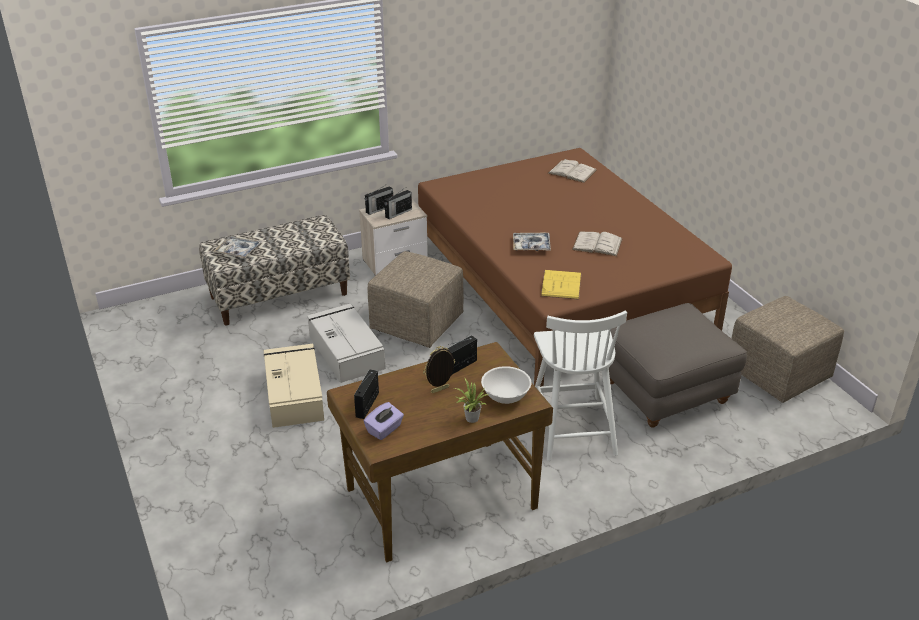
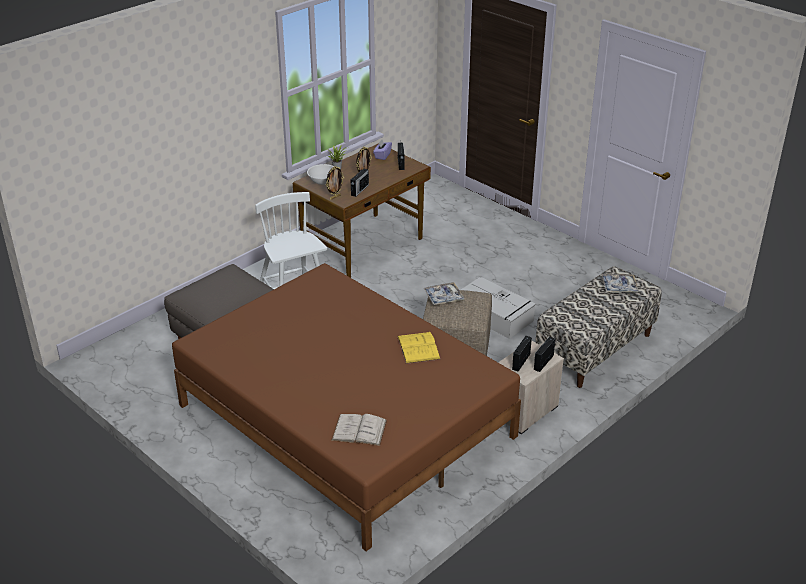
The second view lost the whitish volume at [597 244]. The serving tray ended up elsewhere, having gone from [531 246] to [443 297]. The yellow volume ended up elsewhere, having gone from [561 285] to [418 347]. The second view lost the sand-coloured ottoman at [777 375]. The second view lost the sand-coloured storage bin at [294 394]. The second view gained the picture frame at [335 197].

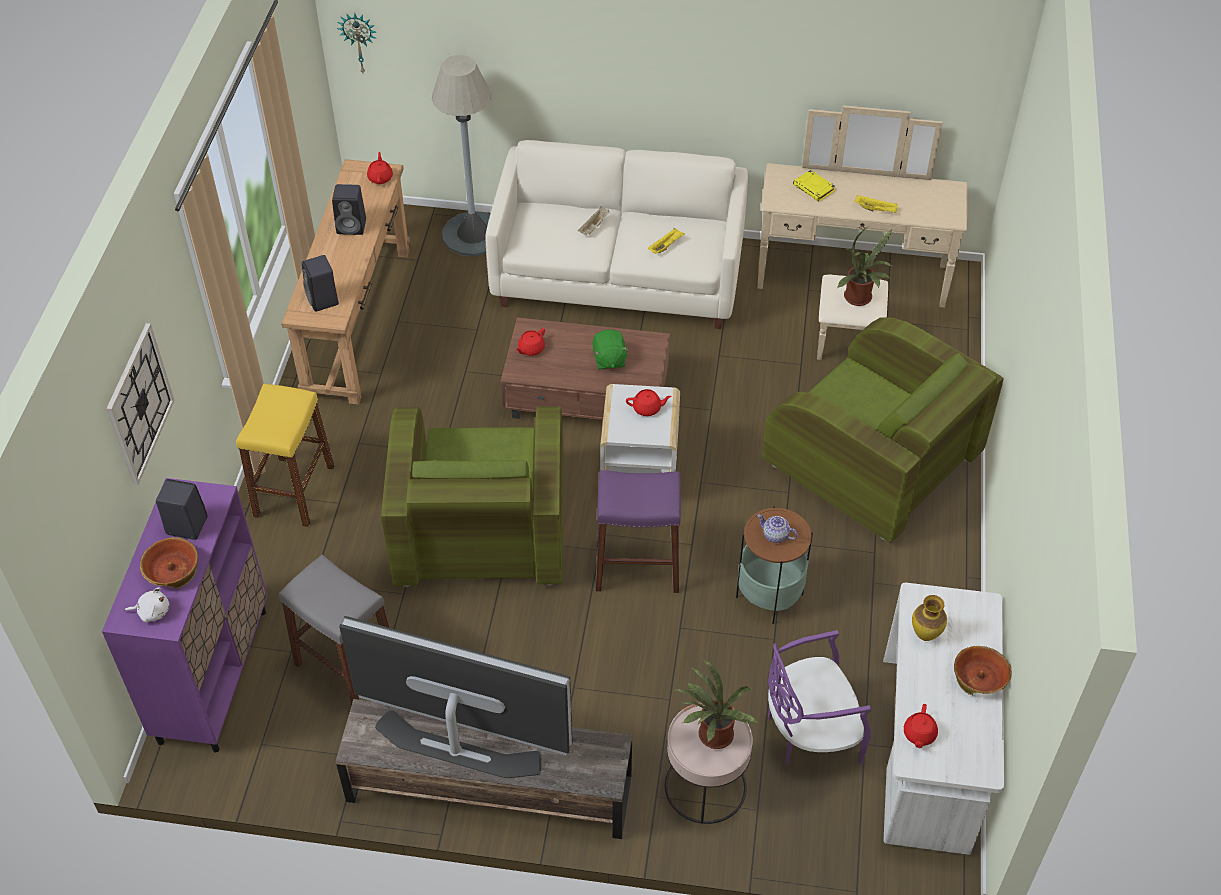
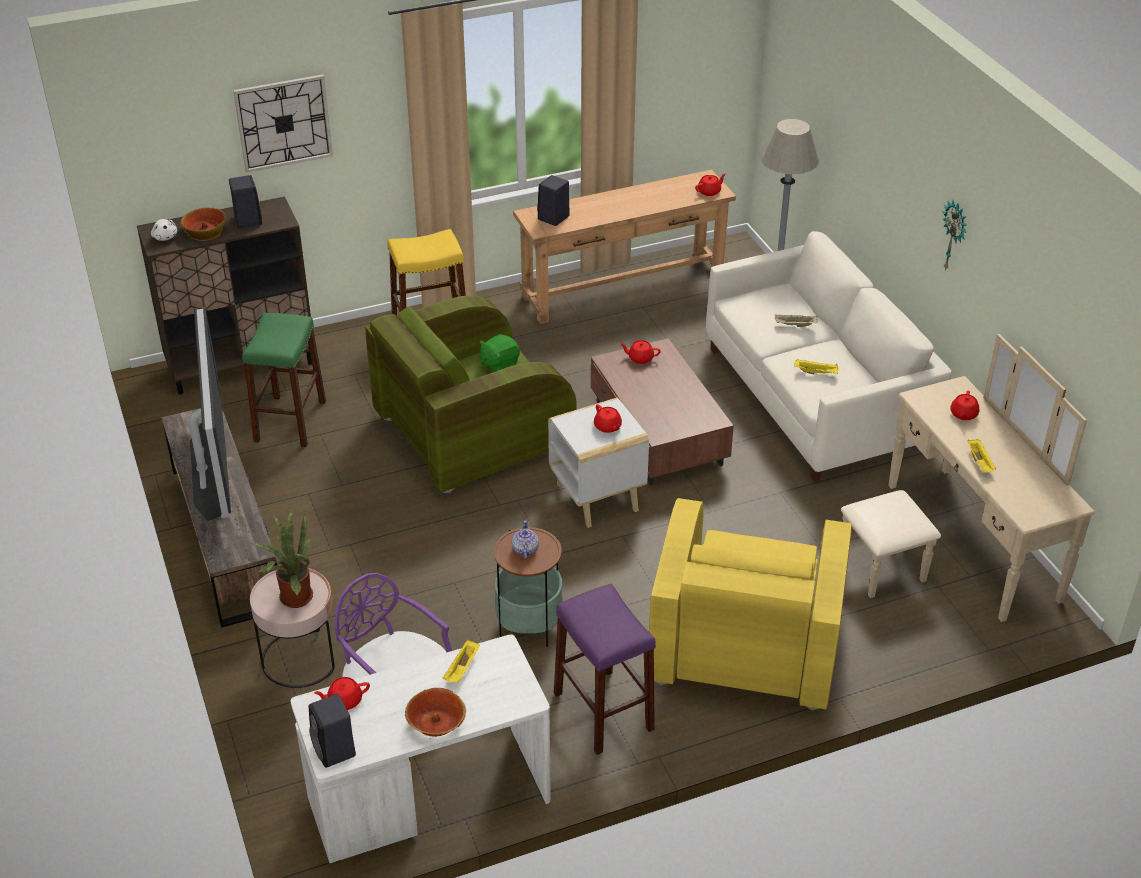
The hanging clock ended up elsewhere, having gone from [359 42] to [954 236]. Where the yellow volume stood at [814 188], the red-coloured pot for tea came to stand at [963 414]. The black speaker ended up elsewhere, having gone from [352 226] to [335 751]. The second view lost the houseplant at [860 299]. What was the green-coloured armchair at [873 462] turned into the yellow armchair at [745 639]. The green-coloured soft toy ended up elsewhere, having gone from [609 359] to [499 363]. The purplish stool ended up elsewhere, having gone from [637 567] to [603 711]. What was the purplish cupboard at [213 674] turned into the brown-coloured cupboard at [242 364]. What was the greyish stool at [347 666] turned into the green-coloured stool at [290 421]. Where the vase stood at [925 634], the yellow serving tray came to stand at [462 669].

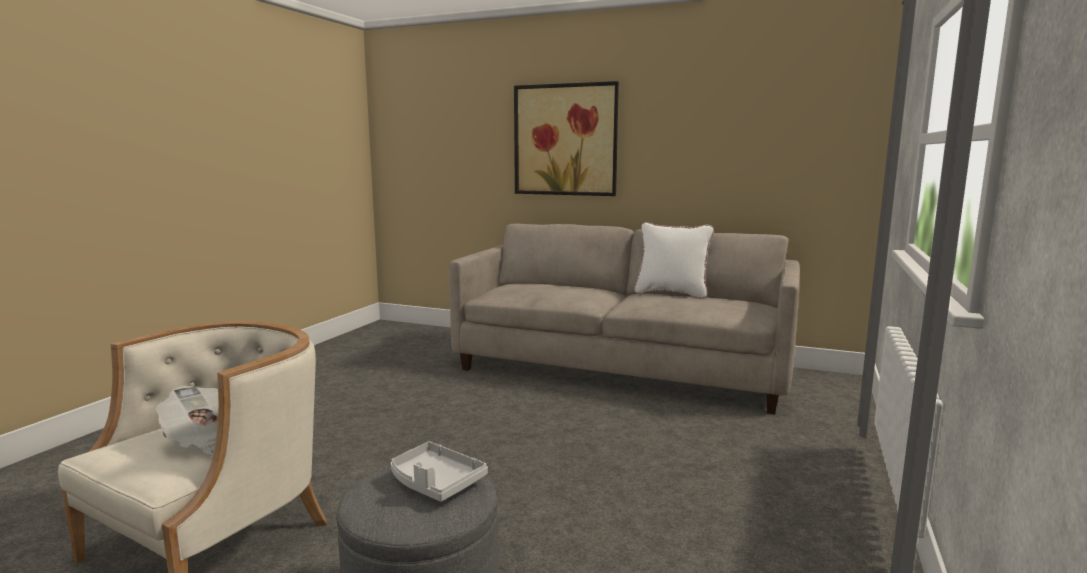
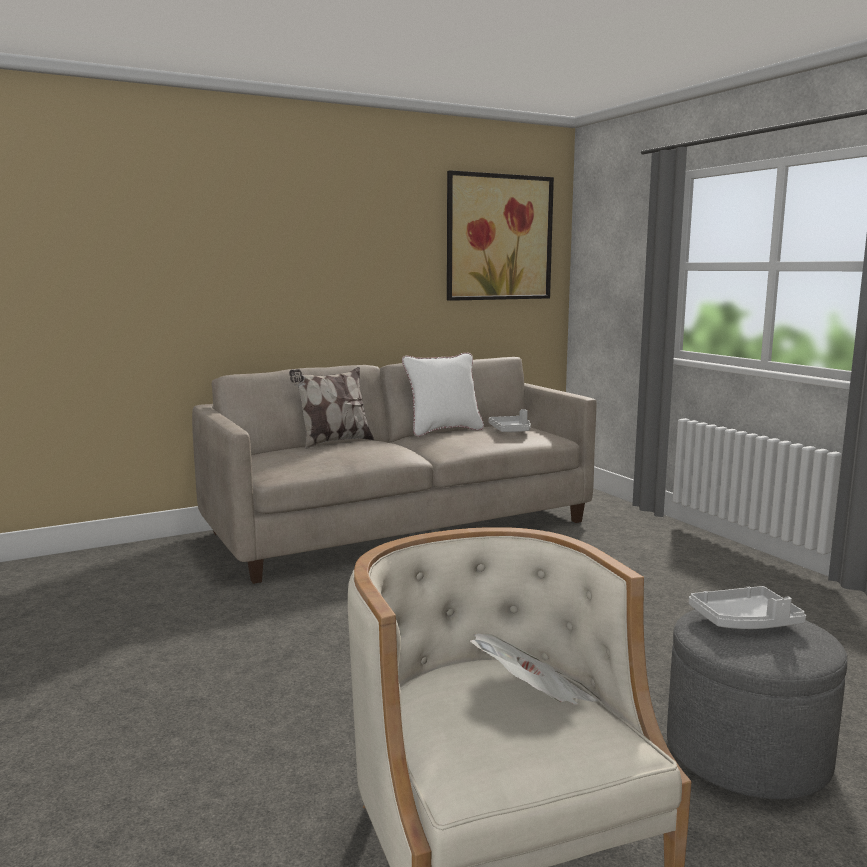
The wall art ended up elsewhere, having gone from [565 140] to [499 237]. The second view gained the pillow at [333 442]. The second view gained the greyish serving tray at [511 431].

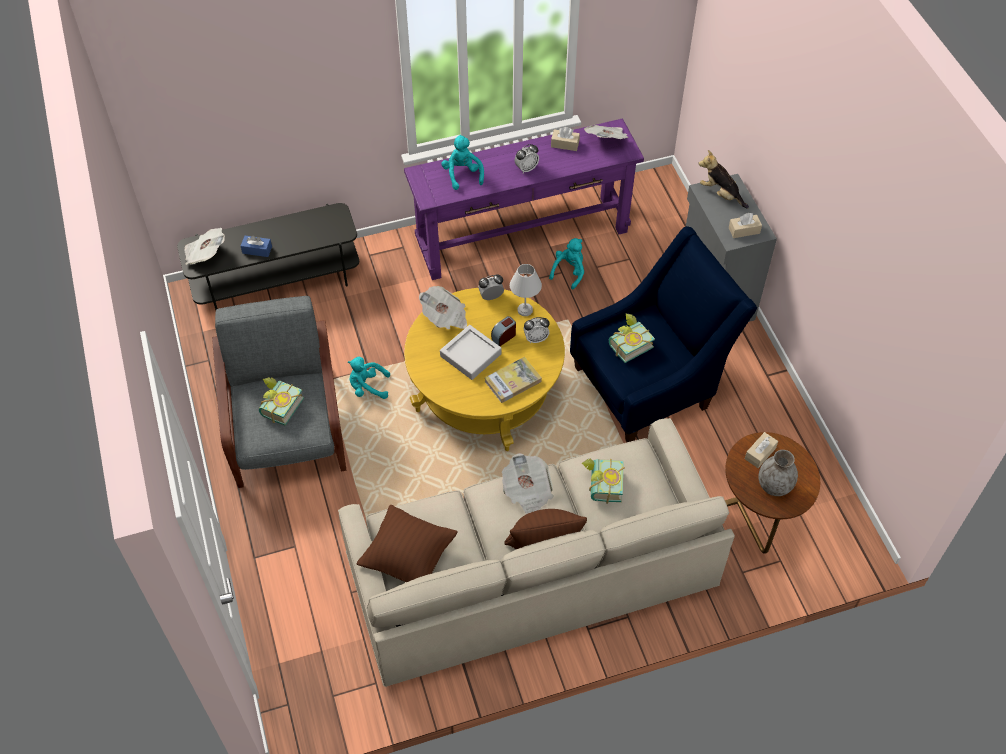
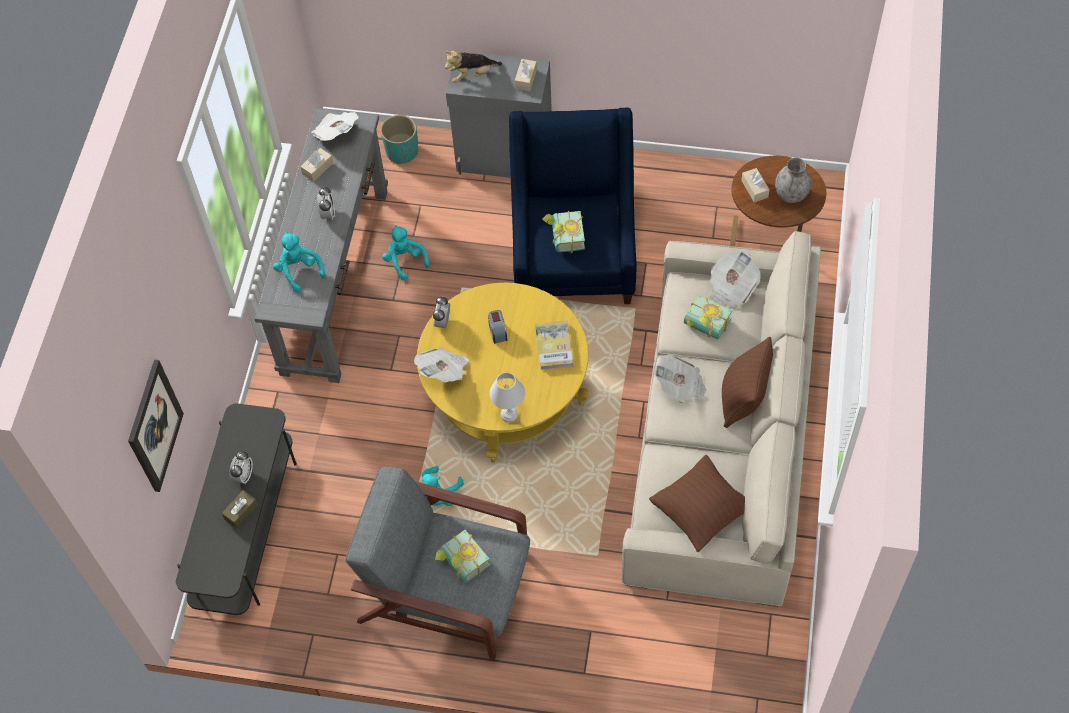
What was the purplish narrow table at [523 237] turned into the greyish narrow table at [335 280]. The blue-green soft toy at [462 174] ended up facing another way, 45 degrees clockwise from before. The daily paper ended up elsewhere, having gone from [205 254] to [731 288]. What was the blue tissue box at [257 250] turned into the brown-coloured tissue box at [241 512]. The whitish tabletop lamp ended up elsewhere, having gone from [525 310] to [510 414]. The alarm clock ended up elsewhere, having gone from [536 338] to [243 476]. The second view lost the greyish serving tray at [470 355]. The second view gained the blue-green planter at [402 151]. The second view gained the wall art at [154 426].

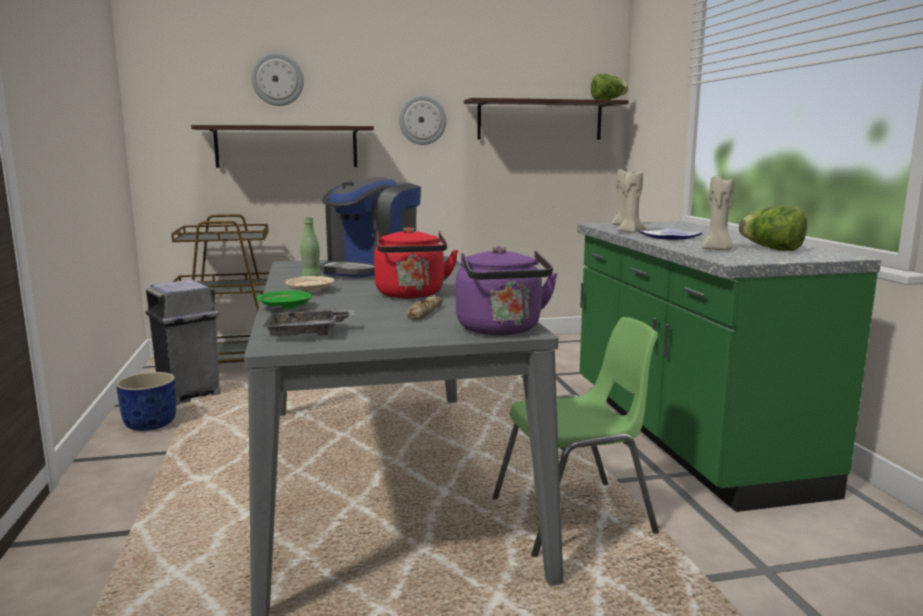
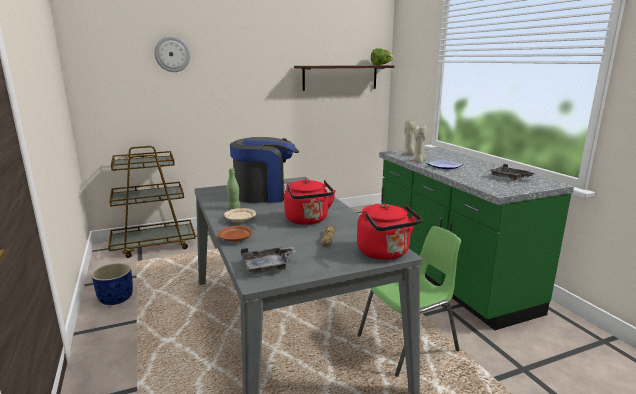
The second view lost the hanging clock at [422 120]. The second view lost the wall shelf at [287 147]. The second view lost the sand-coloured wax candle at [717 250]. The coffee machine at [372 270] ended up facing another way, 120 degrees counterclockwise from before. Where the lettuce head stood at [772 249], the greyish serving tray came to stand at [510 178]. What was the purplish water kettle at [501 330] turned into the red-coloured water kettle at [385 253]. The second view lost the greyish trash can at [189 394]. What was the green-coloured plate at [284 307] turned into the brown-coloured plate at [235 239].

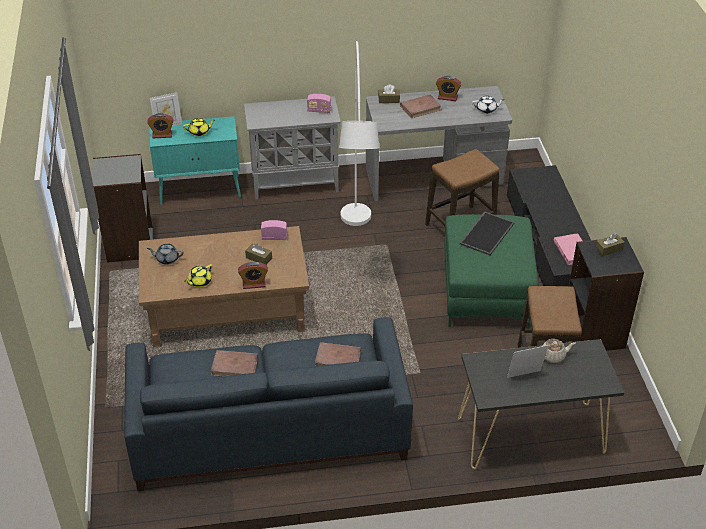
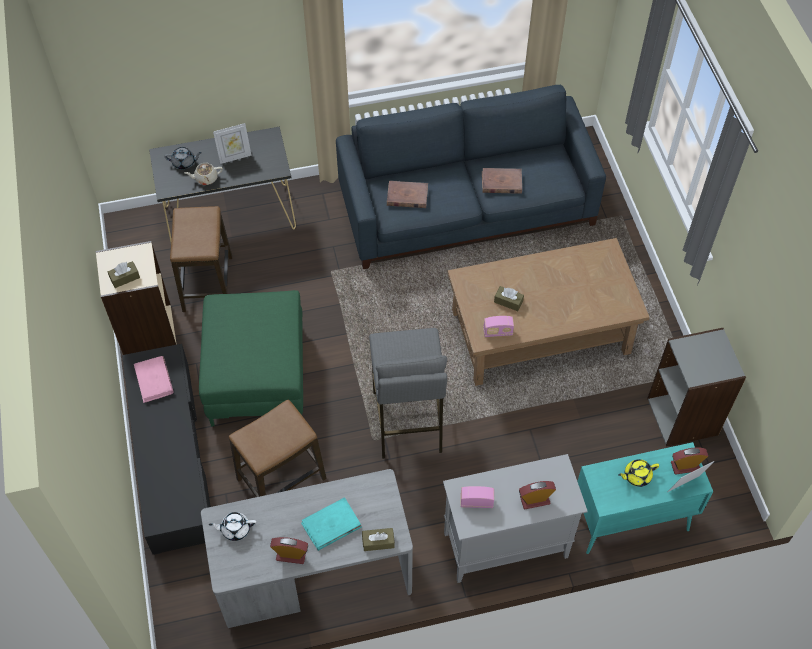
Where the whitish standard lamp stood at [357 254], the greyish stool came to stand at [407 422]. What was the brown-coloured volume at [420 108] turned into the blue-green volume at [331 525]. The second view lost the serving tray at [486 233]. What was the black shelving unit at [594 333] turned into the sand-coloured shelving unit at [147 331]. The greyish pot for tea ended up elsewhere, having gone from [167 259] to [184 163]. The alarm clock ended up elsewhere, having gone from [254 284] to [535 500]. The second view lost the yellow pot for tea at [199 282].

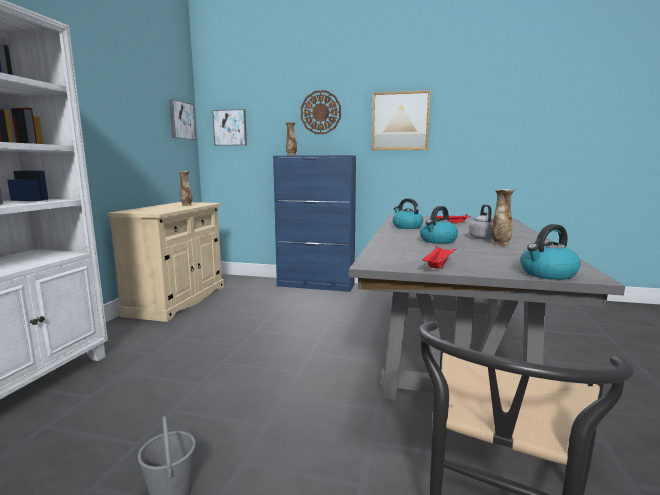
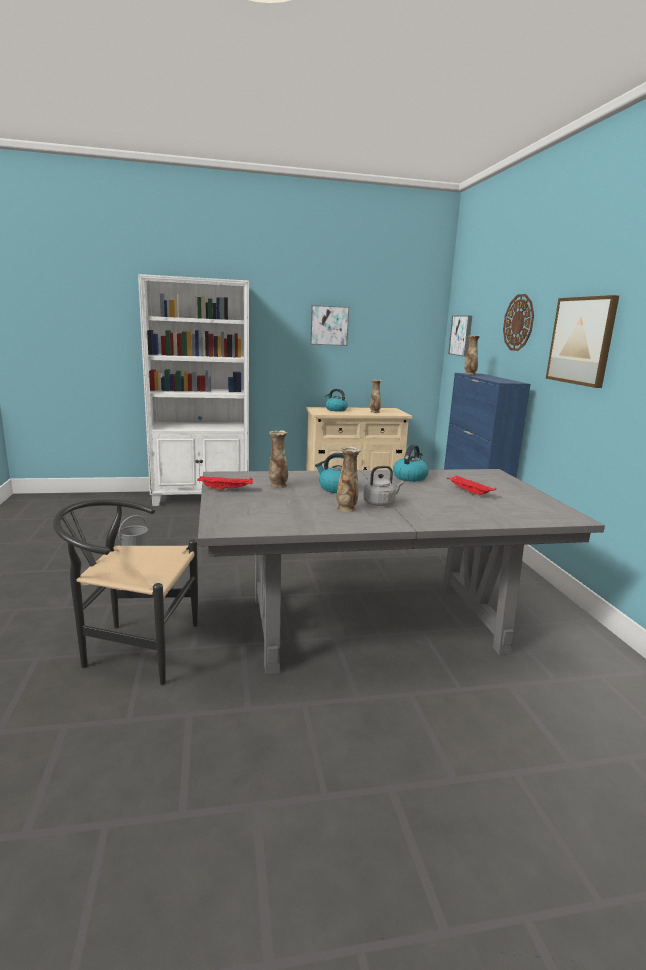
The wall art ended up elsewhere, having gone from [181 120] to [329 325]. The water kettle ended up elsewhere, having gone from [547 274] to [335 410]. The second view gained the vase at [278 486].

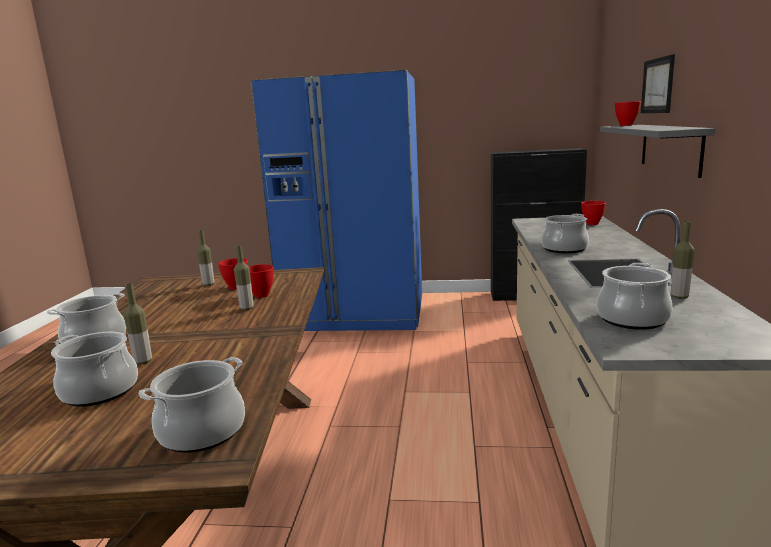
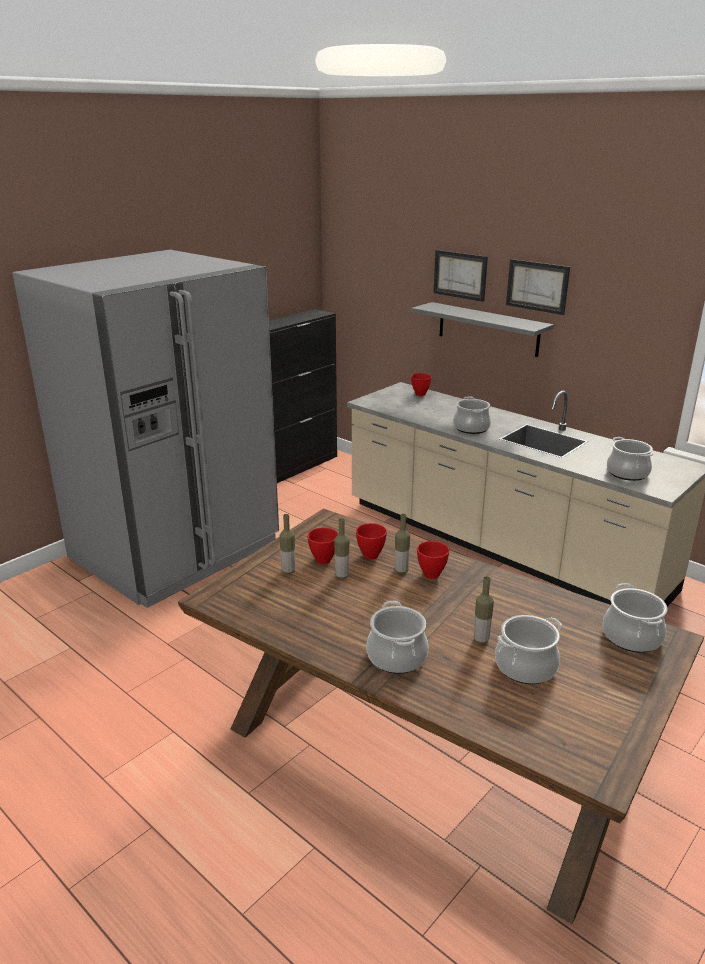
What was the blue kitchen fridge at [357 312] turned into the greyish kitchen fridge at [175 550]. The red-coloured serving bowl ended up elsewhere, having gone from [626 125] to [432 574]. The drink bottle ended up elsewhere, having gone from [679 297] to [342 576]. The second view gained the wall art at [537 286].

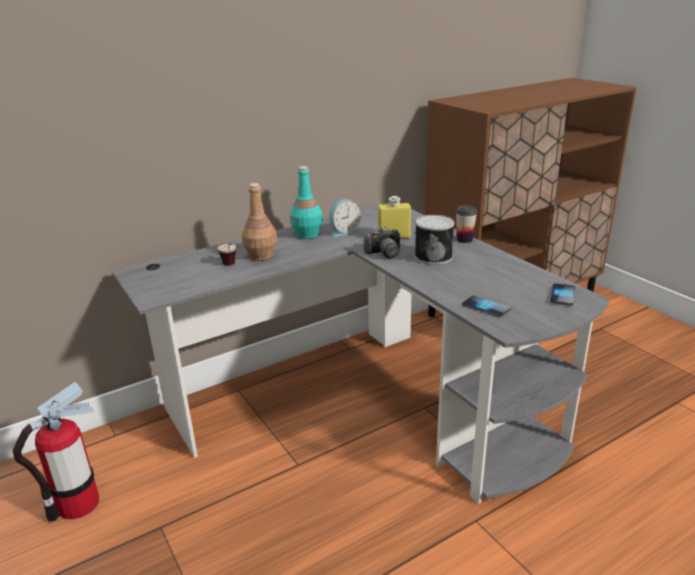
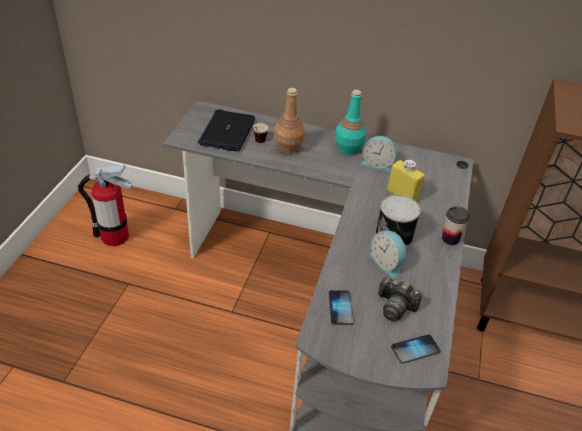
The still camera ended up elsewhere, having gone from [384 253] to [395 306]. The second view gained the portable computer at [227 132]. The second view gained the alarm clock at [387 263].

